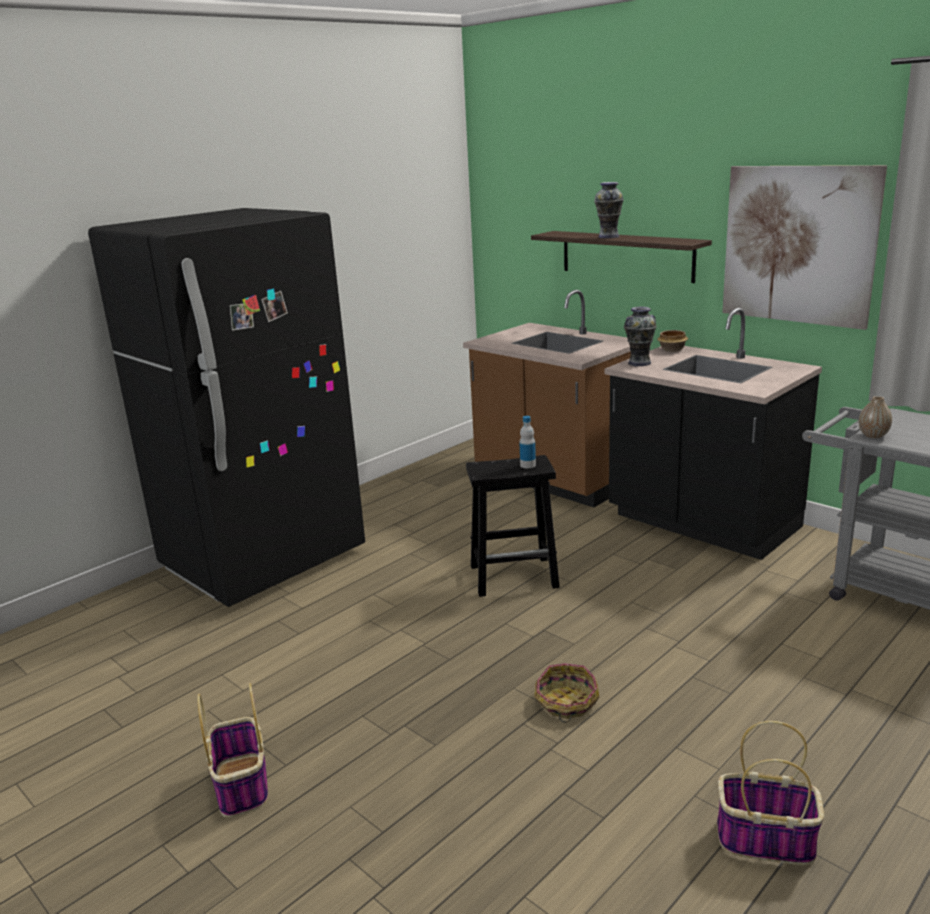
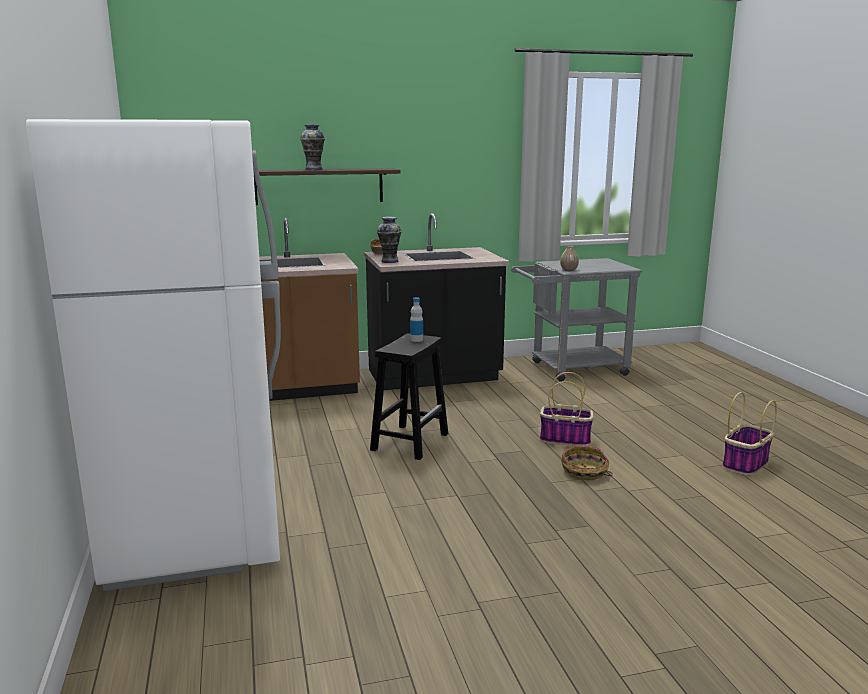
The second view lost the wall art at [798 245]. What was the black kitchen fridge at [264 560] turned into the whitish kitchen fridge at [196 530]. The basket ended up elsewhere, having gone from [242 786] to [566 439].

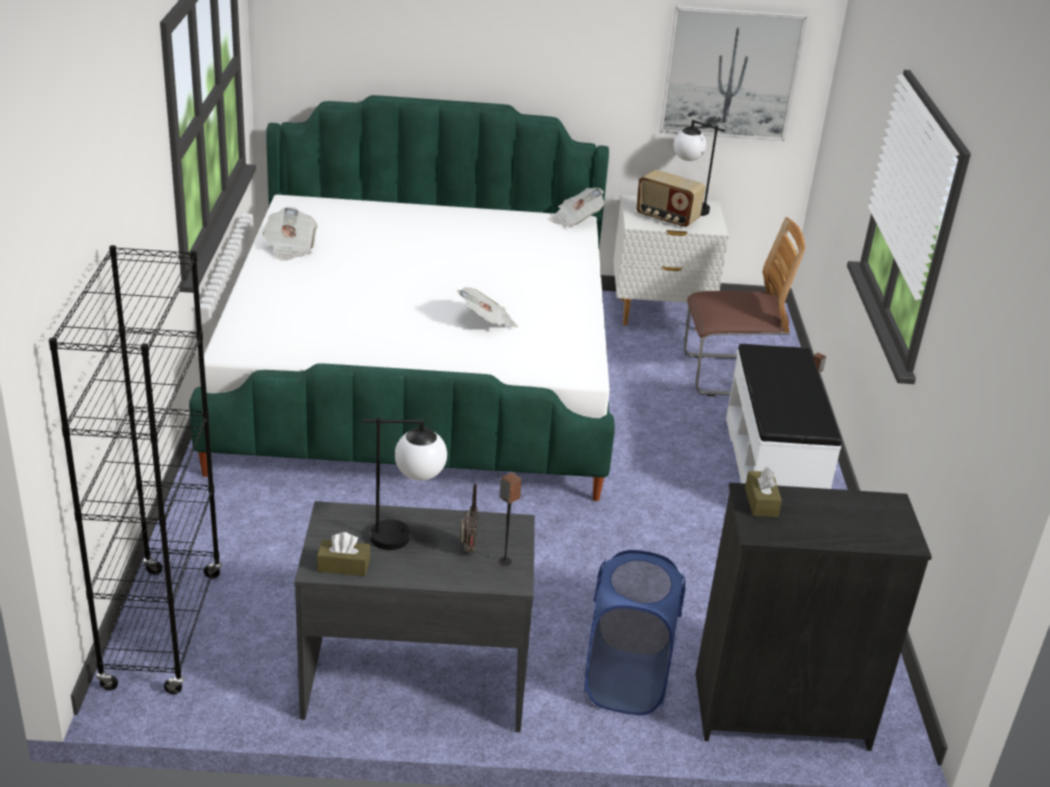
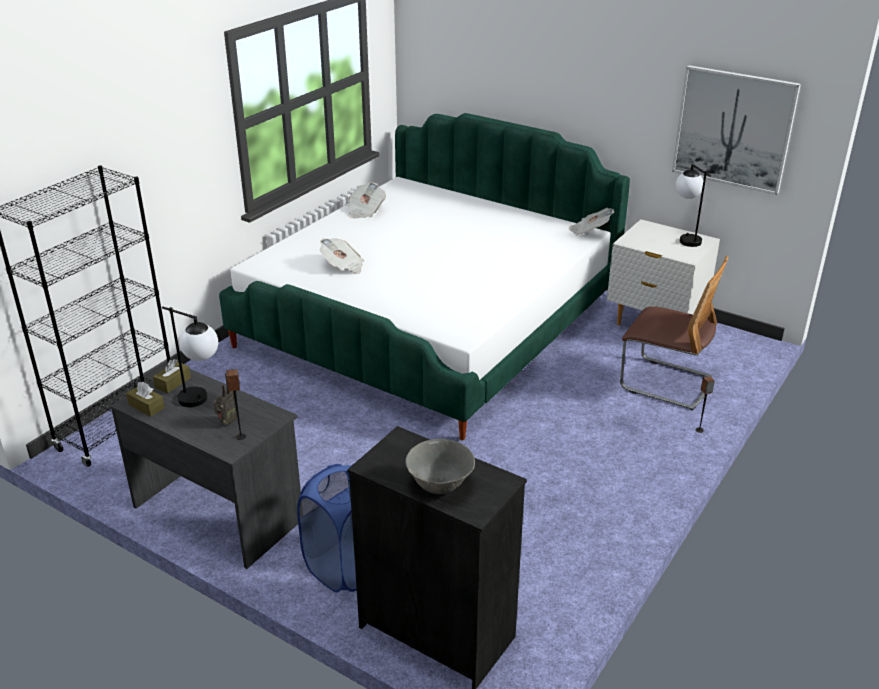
The second view lost the radio receiver at [666 218]. The daily paper ended up elsewhere, having gone from [487 322] to [343 266]. The second view lost the whitish long seat at [773 467]. The brown-coloured tissue box ended up elsewhere, having gone from [761 502] to [173 383]. The second view gained the greyish serving bowl at [440 485].

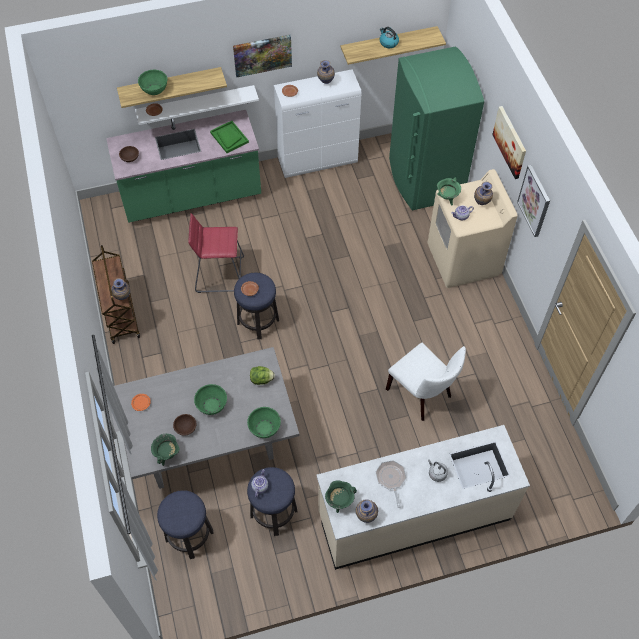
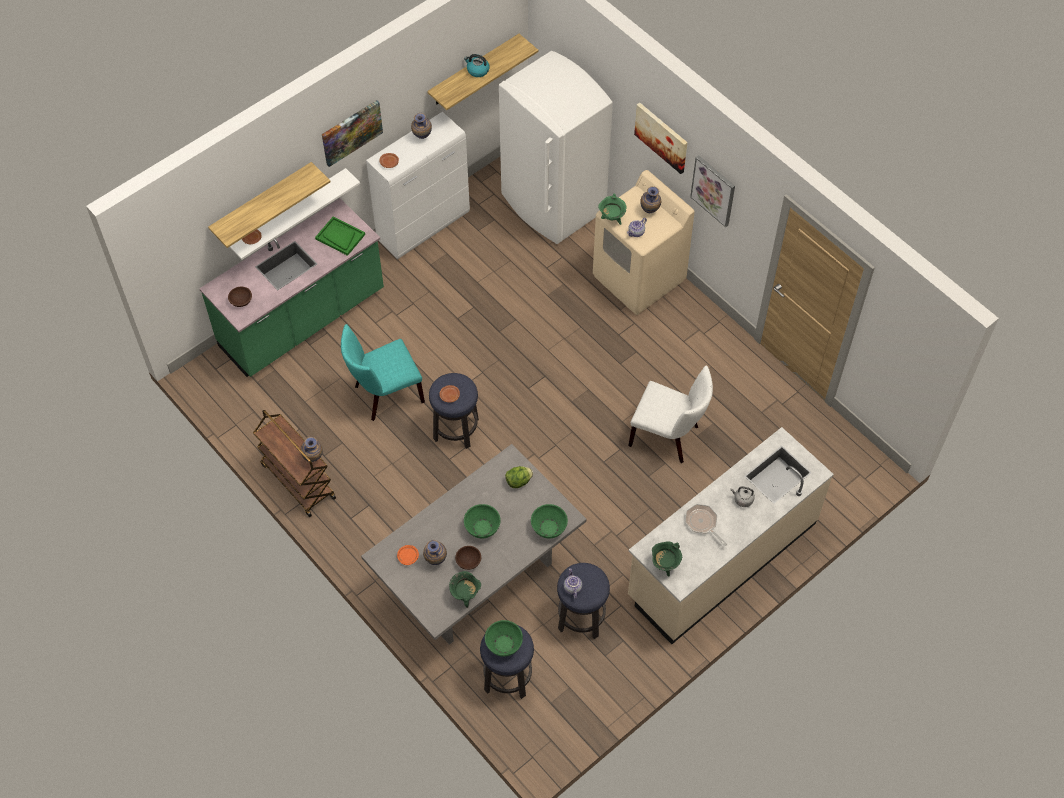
What was the green-coloured kitchen fridge at [424 179] turned into the whitish kitchen fridge at [552 204]. The green-coloured serving bowl ended up elsewhere, having gone from [154 89] to [504 644]. Where the red-coloured stool stood at [219 274], the blue-green plain chair came to stand at [384 395]. The vase ended up elsewhere, having gone from [365 517] to [435 561].

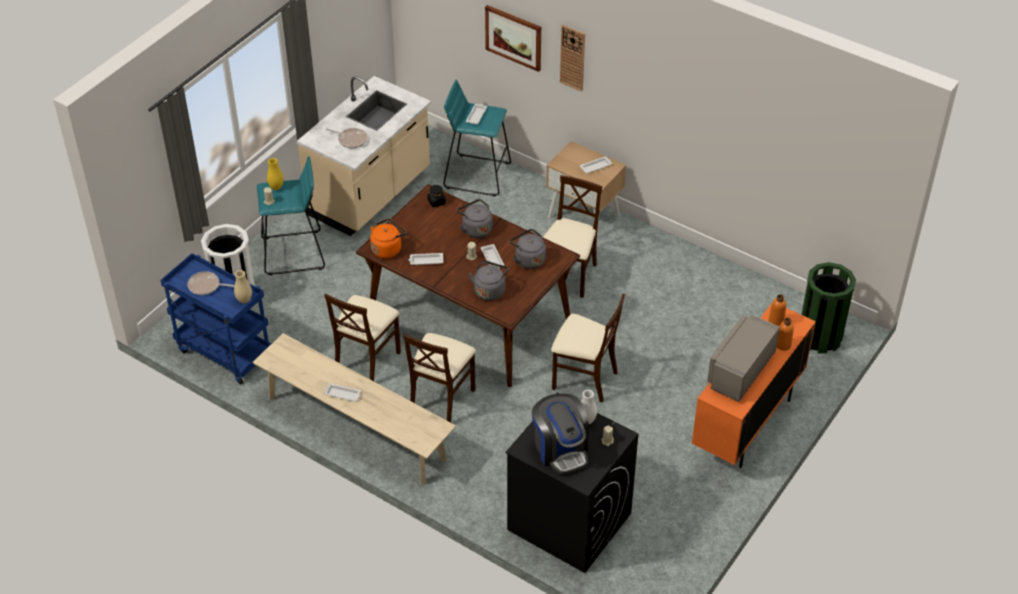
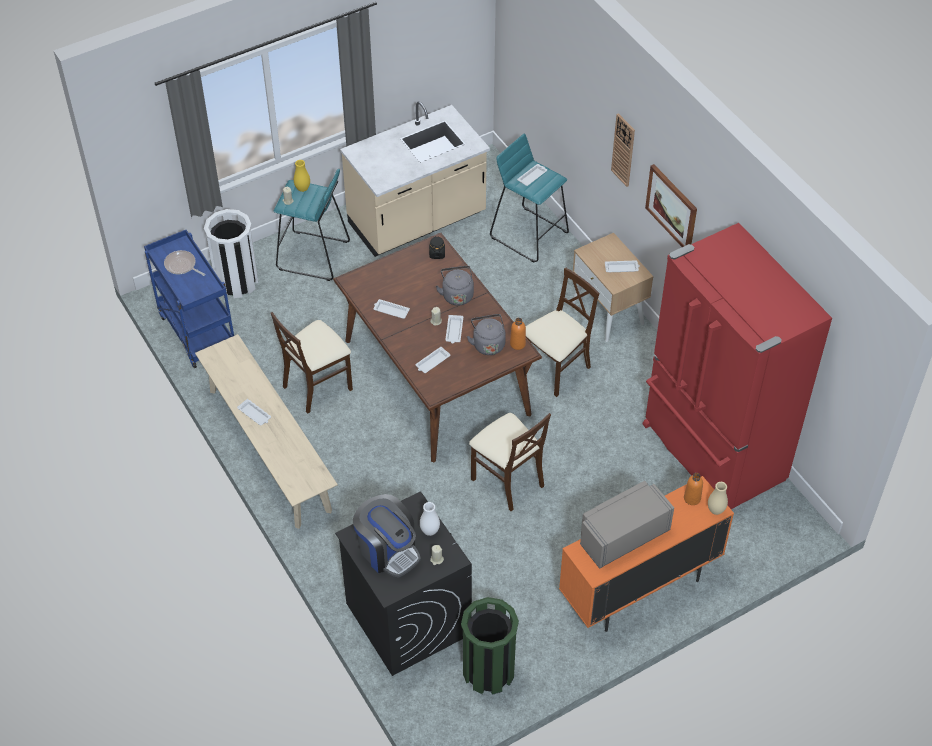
The wall art ended up elsewhere, having gone from [514 37] to [672 207]. The second view lost the skillet at [351 140]. The second view lost the orange-coloured water kettle at [387 249]. Where the greyish water kettle stood at [490 290], the whitish serving tray came to stand at [432 362]. The green-coloured trash can ended up elsewhere, having gone from [819 337] to [488 671]. The sand-coloured vase ended up elsewhere, having gone from [244 300] to [715 510]. The orange-coloured drink bottle ended up elsewhere, having gone from [783 345] to [517 344]. The second view lost the sand-coloured plain chair at [441 399]. The coffee machine at [561 449] ended up facing another way, 45 degrees counterclockwise from before. The second view gained the red-coloured kitchen fridge at [711 454].

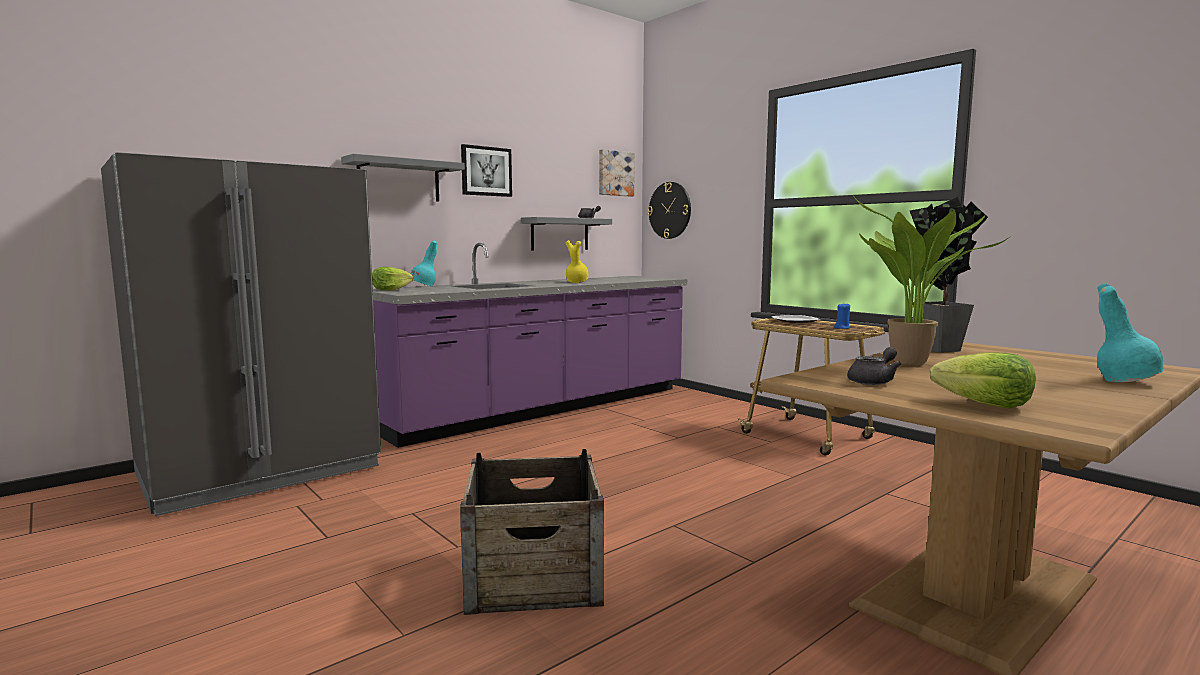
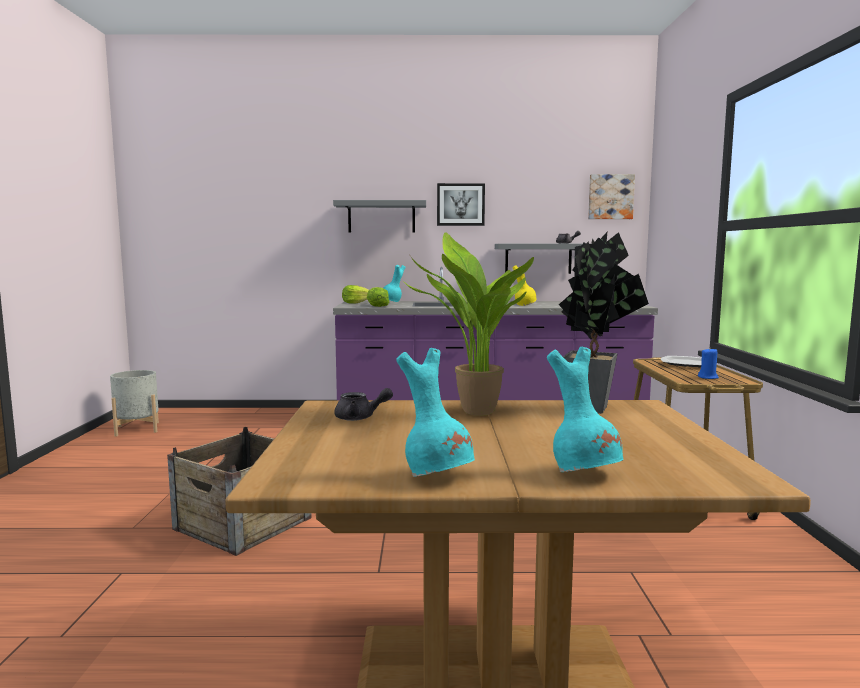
The second view lost the greyish kitchen fridge at [260 471]. The second view lost the hanging clock at [670 210]. The lettuce head ended up elsewhere, having gone from [984 405] to [377 306]. The second view gained the blue-green vase at [438 475]. The second view gained the greyish planter at [137 429].

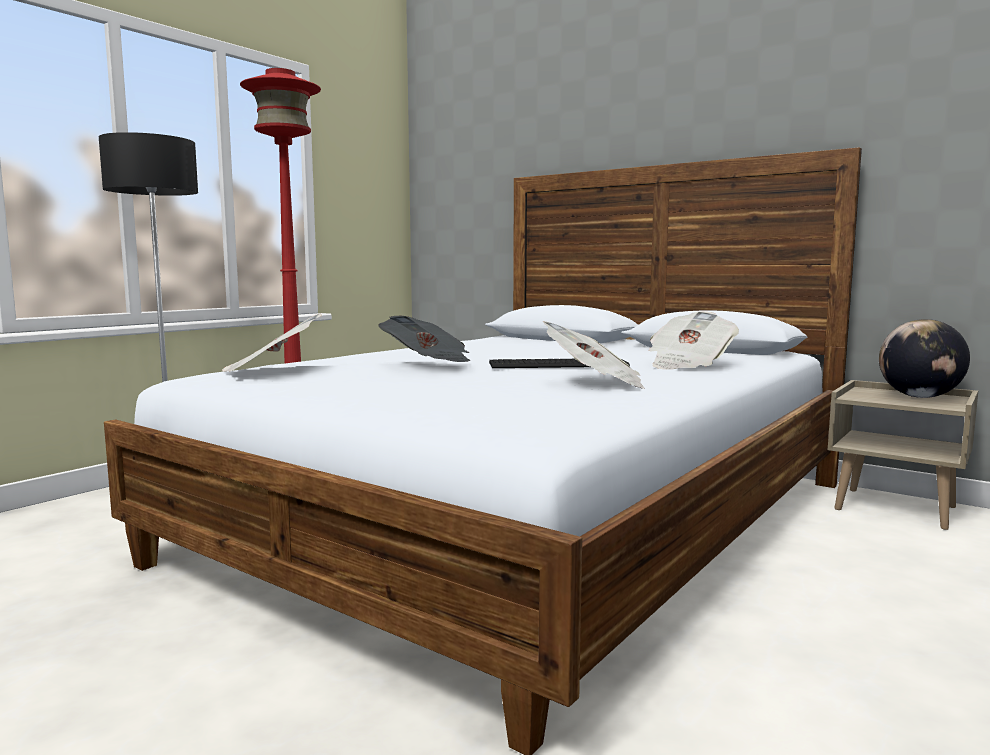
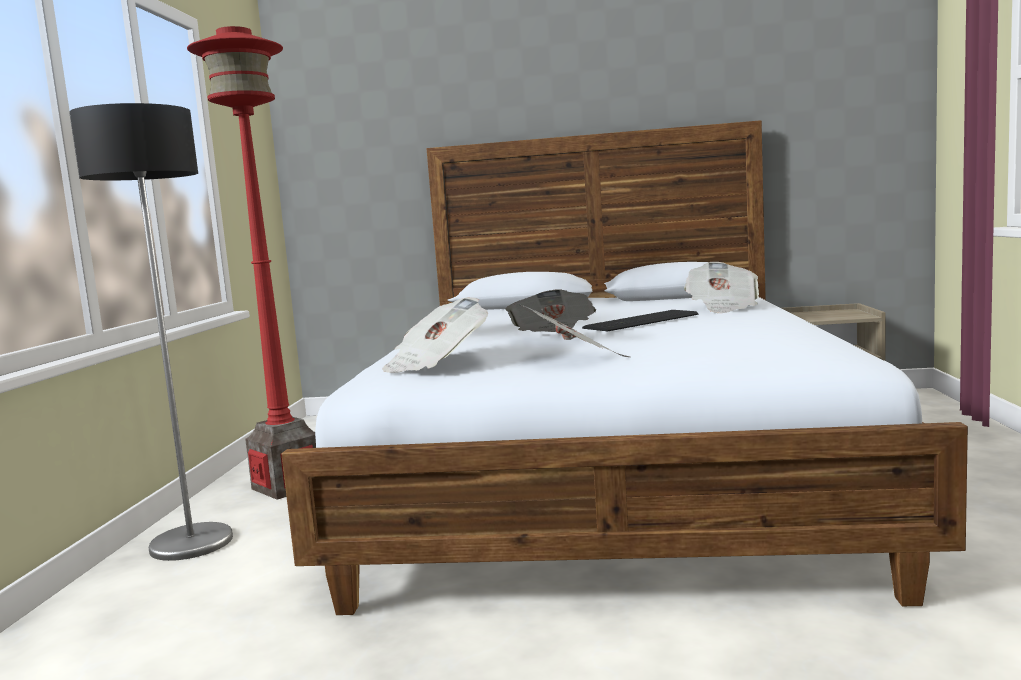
The second view lost the globe at [919 397]. The daily paper ended up elsewhere, having gone from [595 383] to [574 360].

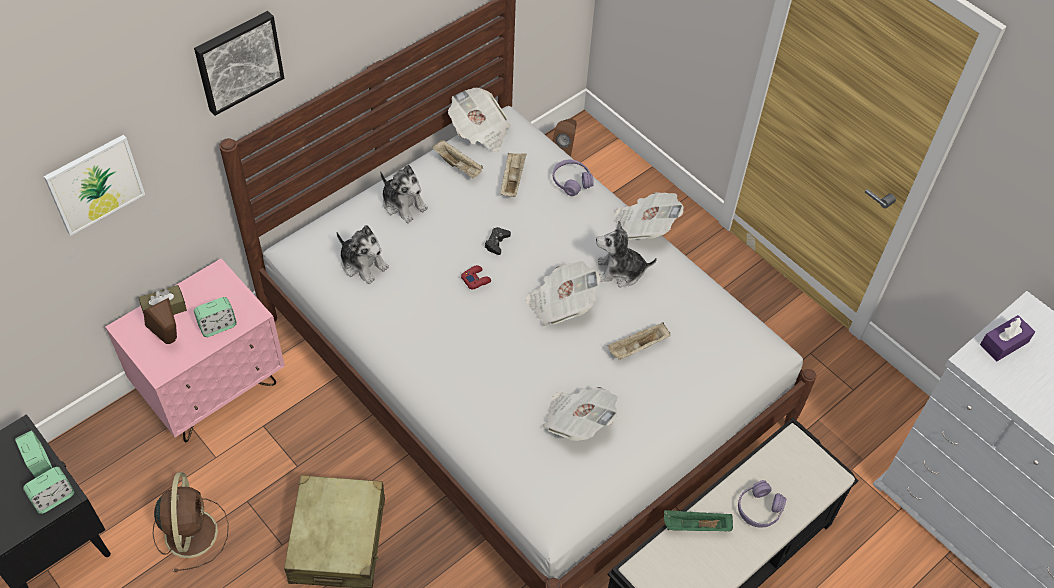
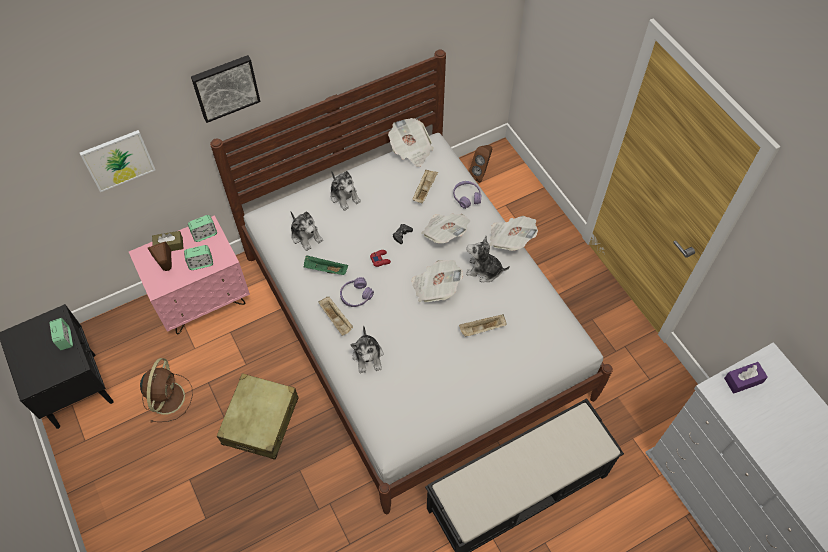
The sand-coloured serving tray ended up elsewhere, having gone from [458 166] to [336 320]. The daily paper ended up elsewhere, having gone from [578 421] to [444 233]. The alarm clock ended up elsewhere, having gone from [54 498] to [204 234]. The purplish headset ended up elsewhere, having gone from [759 509] to [356 296]. The green-coloured serving tray ended up elsewhere, having gone from [695 527] to [325 270]. The second view gained the soft toy at [368 356].

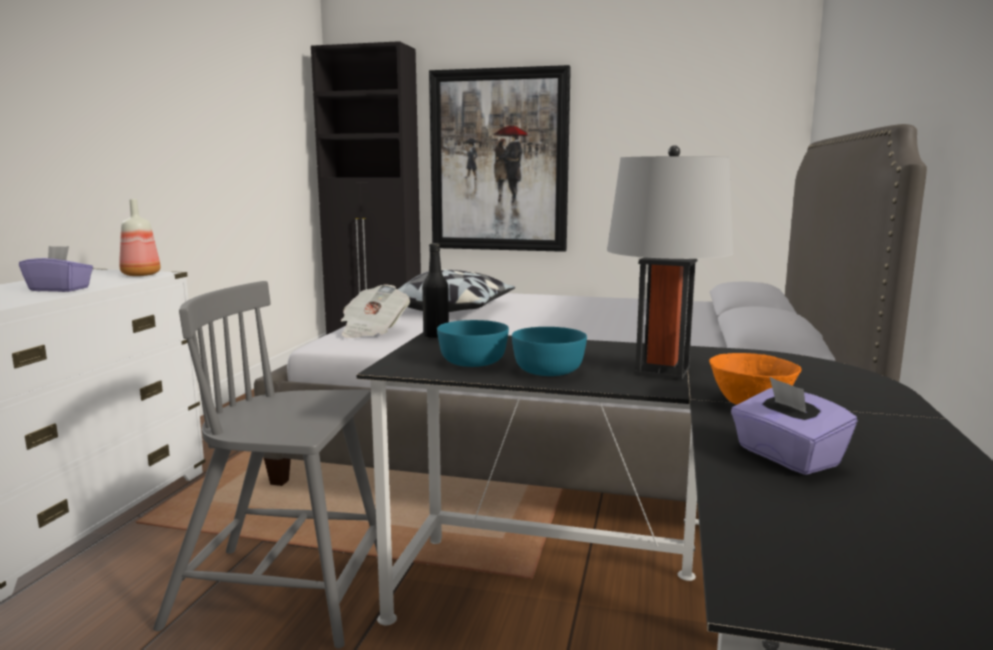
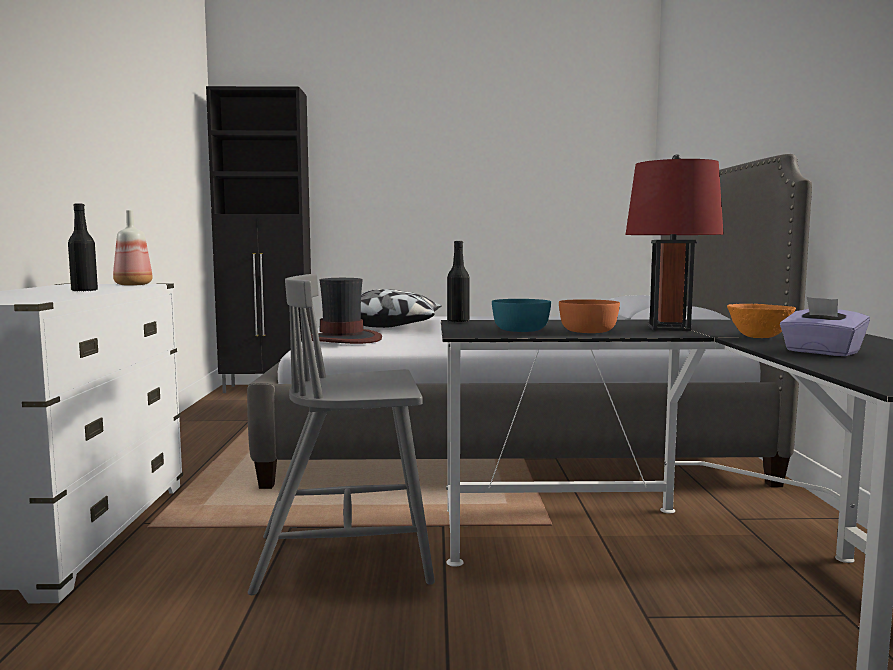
The second view lost the wall art at [499 161]. What was the greyish tabletop lamp at [662 370] turned into the red-coloured tabletop lamp at [669 328]. Where the purplish tissue box stood at [60 289], the black drink bottle came to stand at [84 291]. Where the daily paper stood at [373 330], the wearable hat came to stand at [342 339]. What was the blue-green serving bowl at [549 370] turned into the orange-coloured serving bowl at [588 331].

